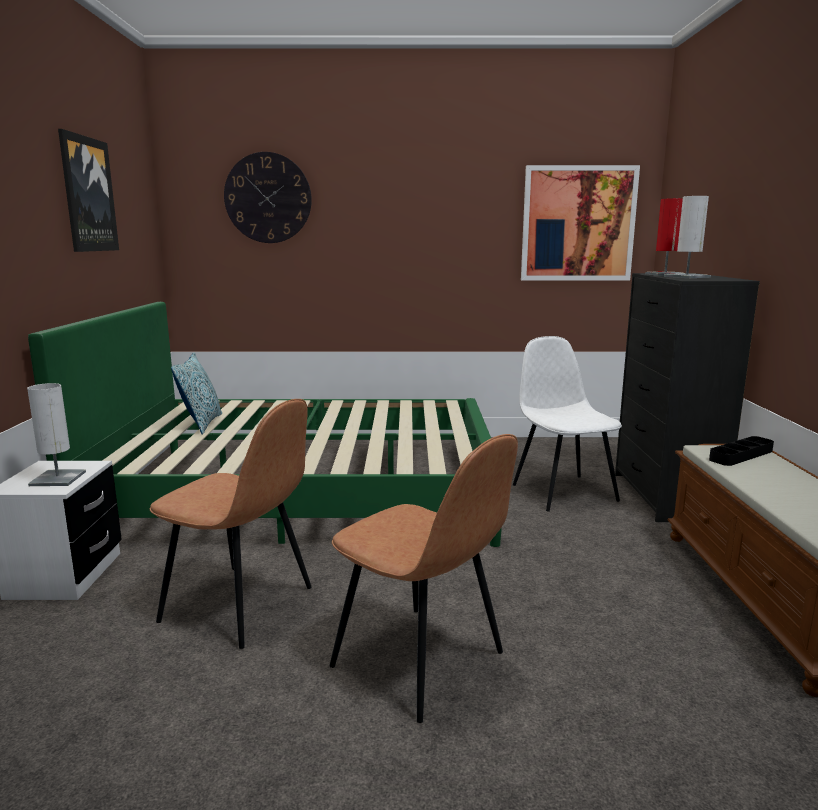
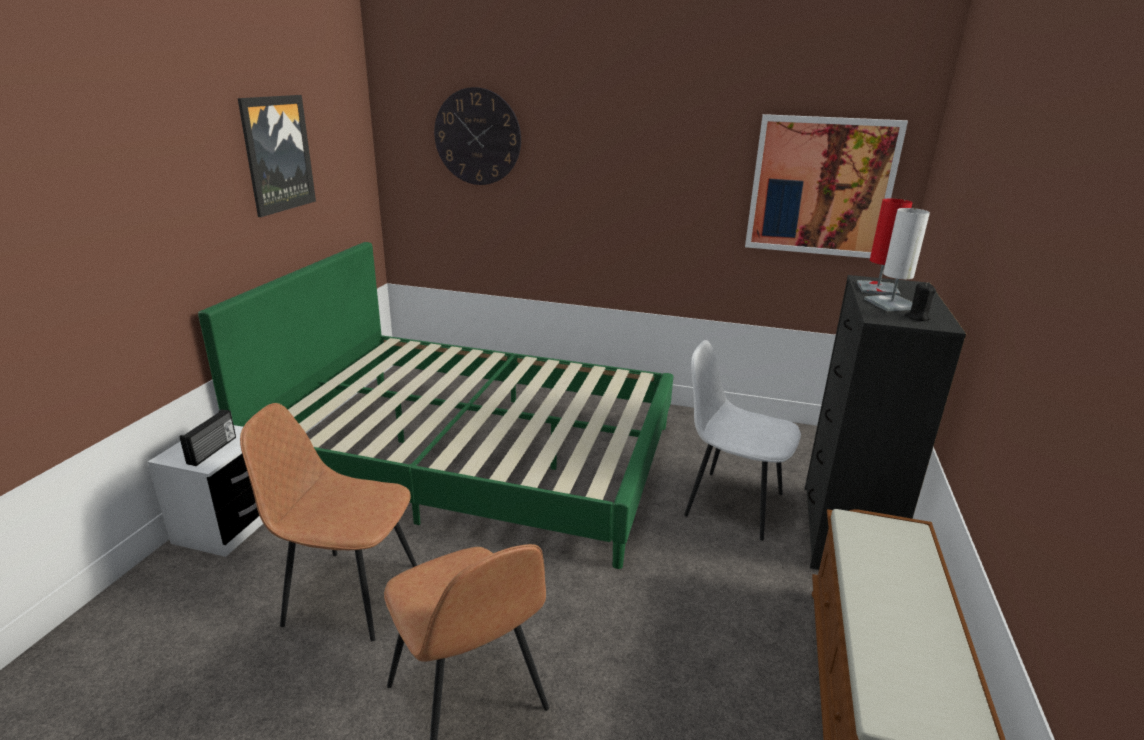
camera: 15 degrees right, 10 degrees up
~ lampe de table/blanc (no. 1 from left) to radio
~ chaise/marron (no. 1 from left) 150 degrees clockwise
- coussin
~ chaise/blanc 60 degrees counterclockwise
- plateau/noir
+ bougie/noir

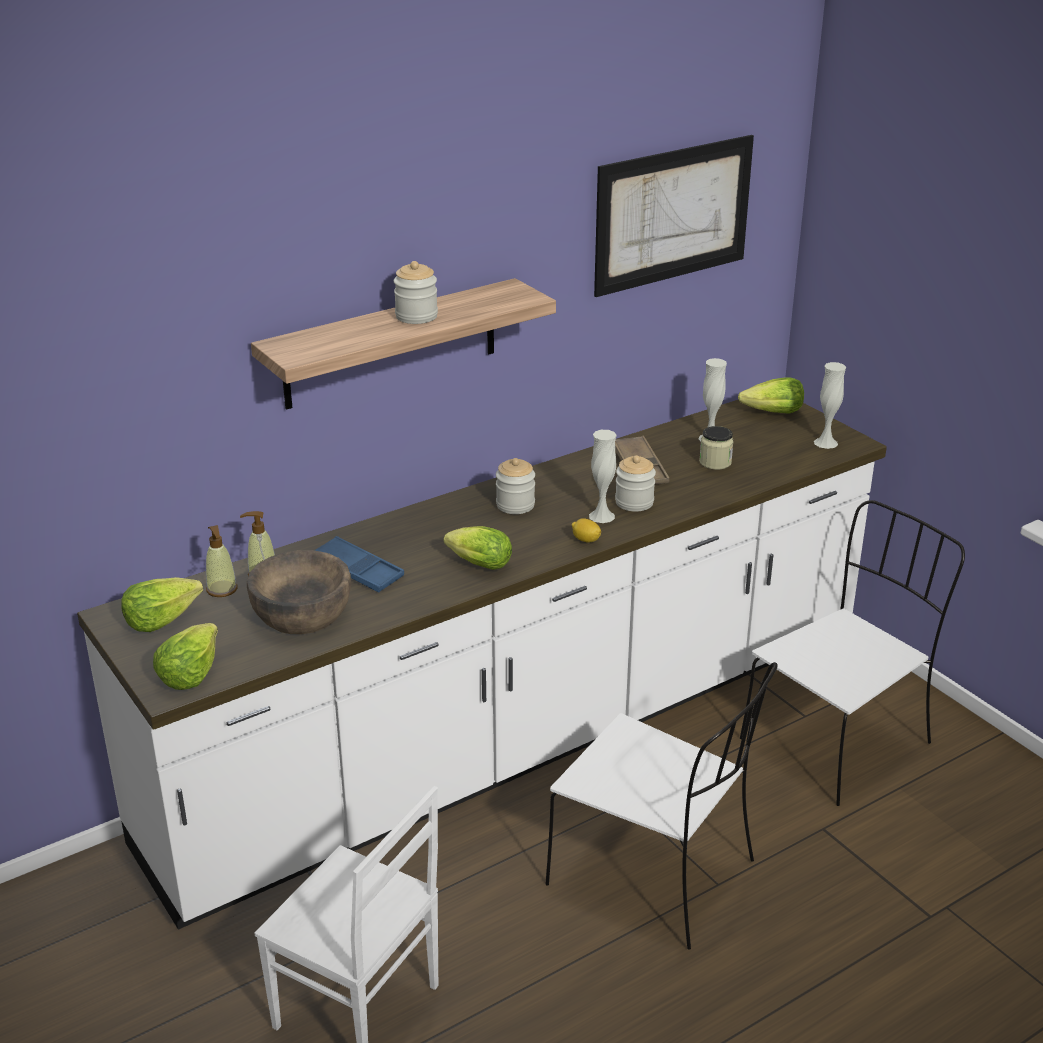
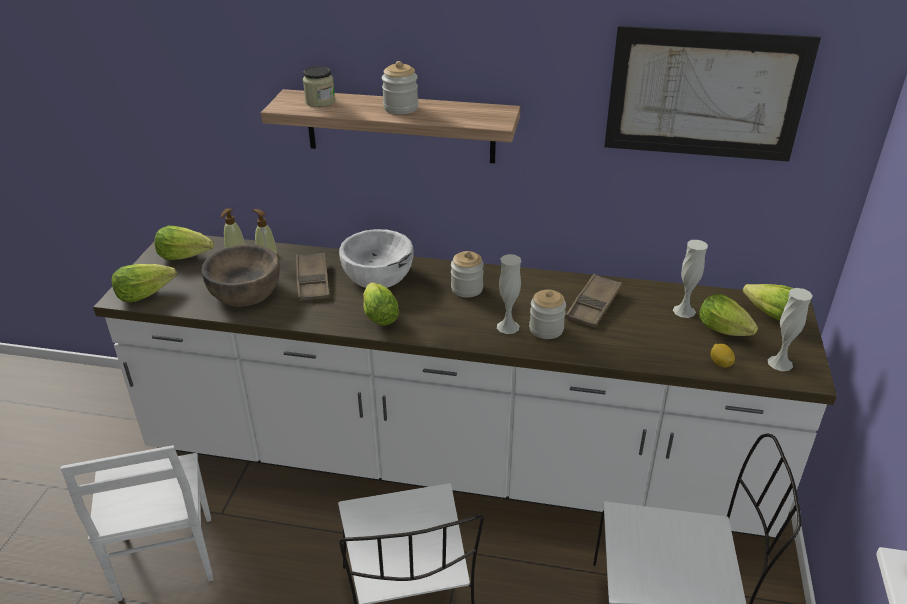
camera: 45 degrees right, 5 degrees up
~ plateau/bleu to plateau/marron (no. 1 from left)
~ citron
~ bocal (no. 4 from left in the first image) to bocal (no. 1 from left)
+ bol/blanc
+ laitue (no. 4 from left)

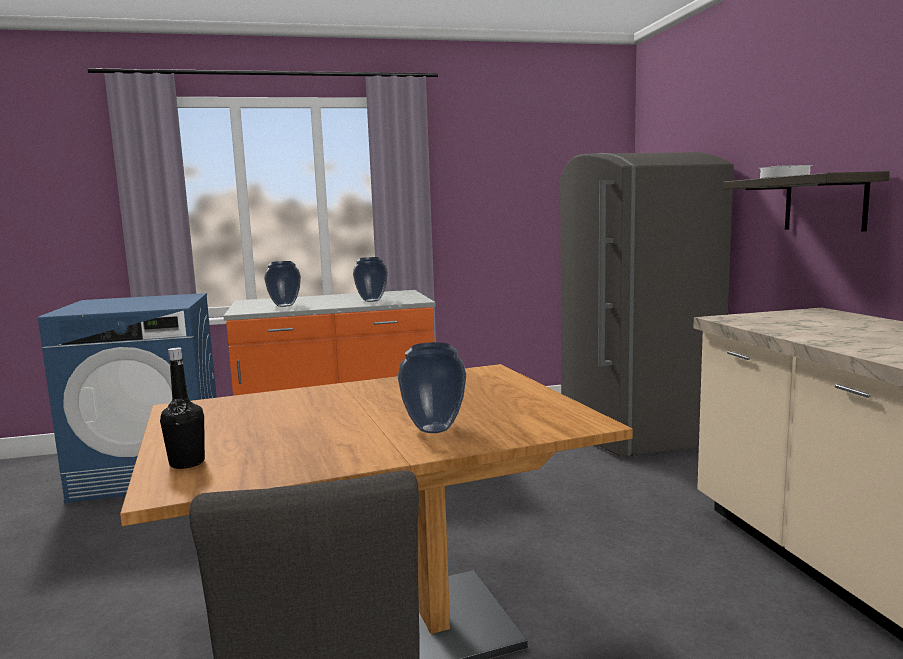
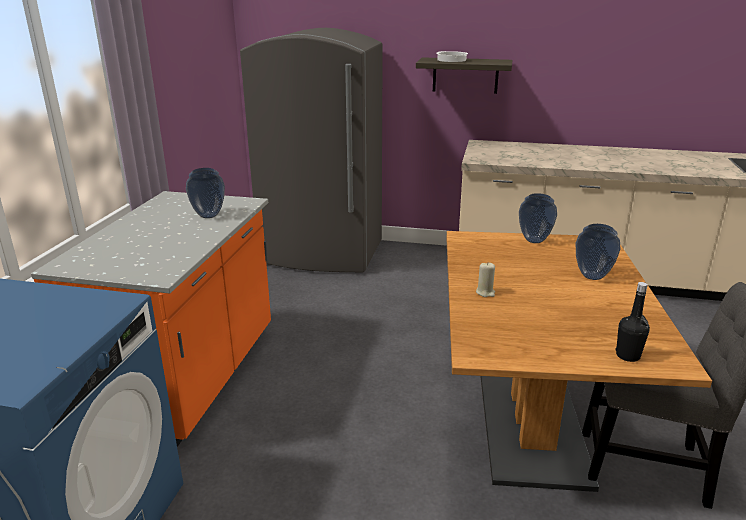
camera: 65 degrees left, 15 degrees up
~ vase (no. 1 from left in the first image) to vase (no. 2 from left)
+ bougie/beige

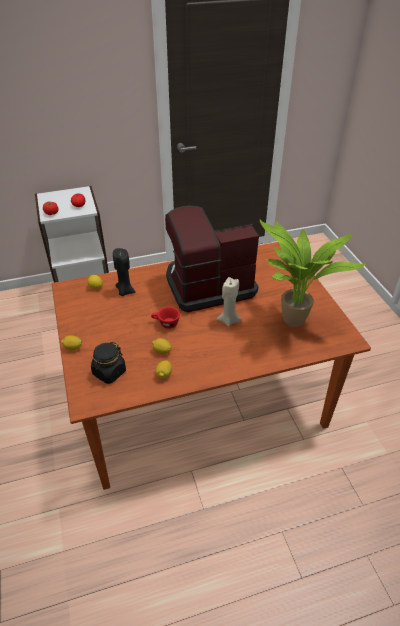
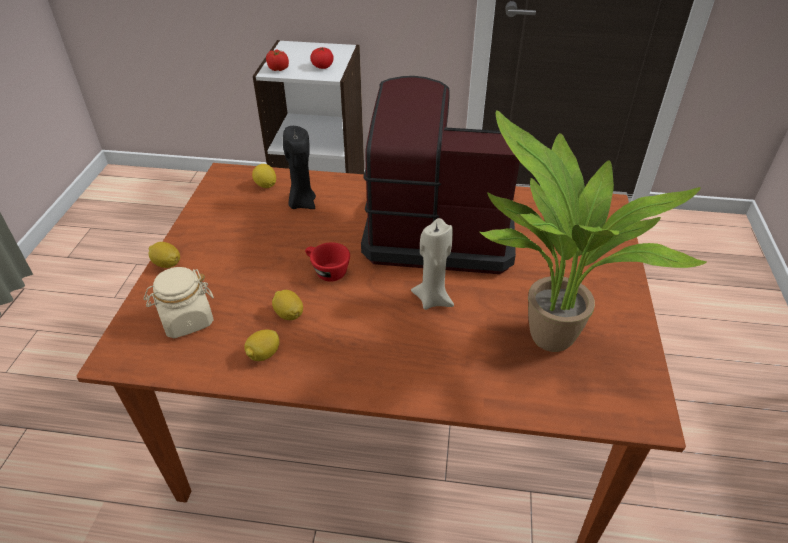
camera: 25 degrees right, 0 degrees up
~ bocal/noir to bocal/beige

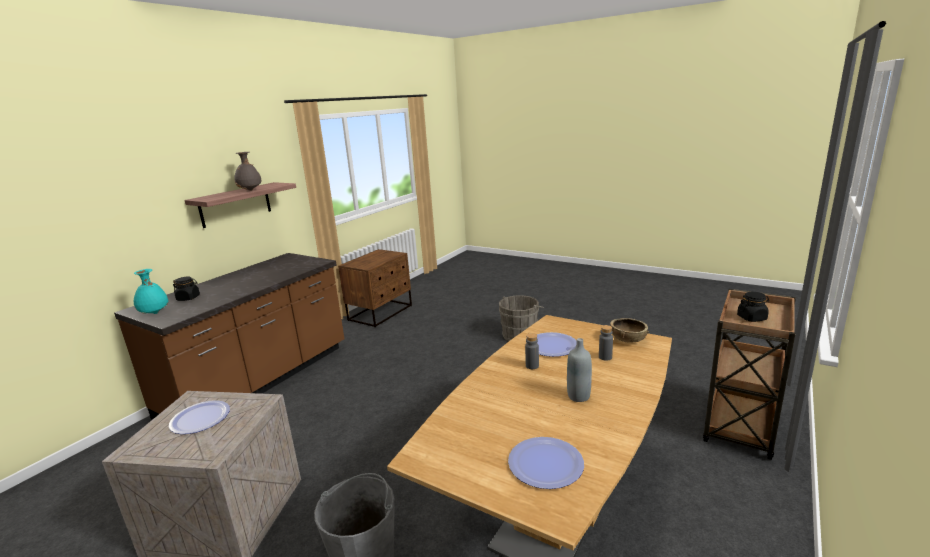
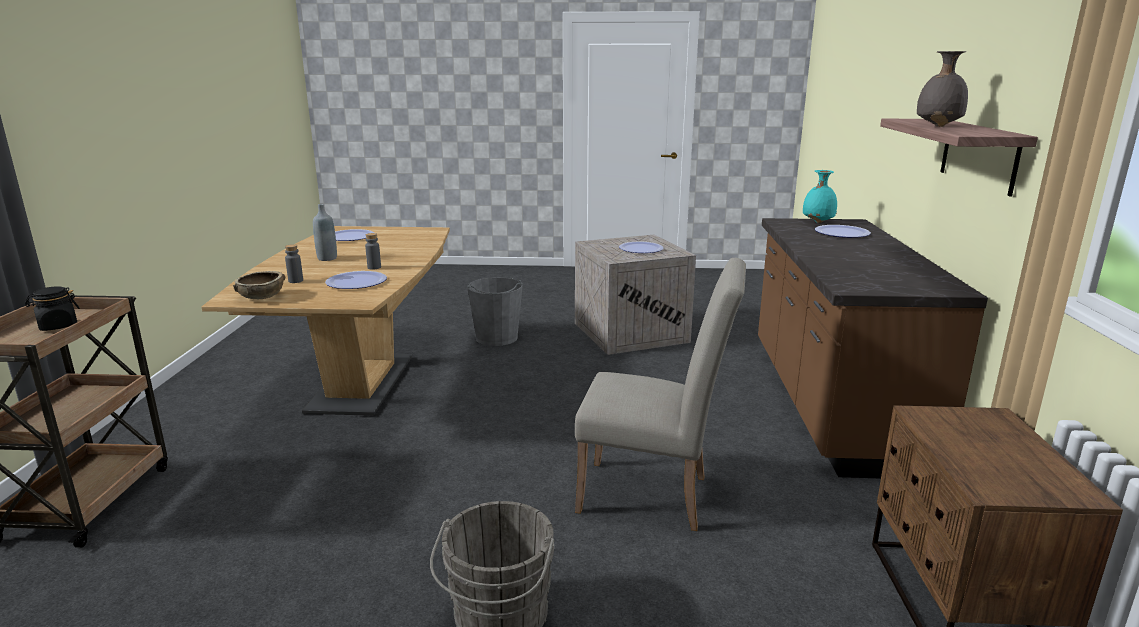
camera: 150 degrees right, 0 degrees up
~ bocal/noir (no. 1 from left) to assiette (no. 4 from left)
+ chaise/beige

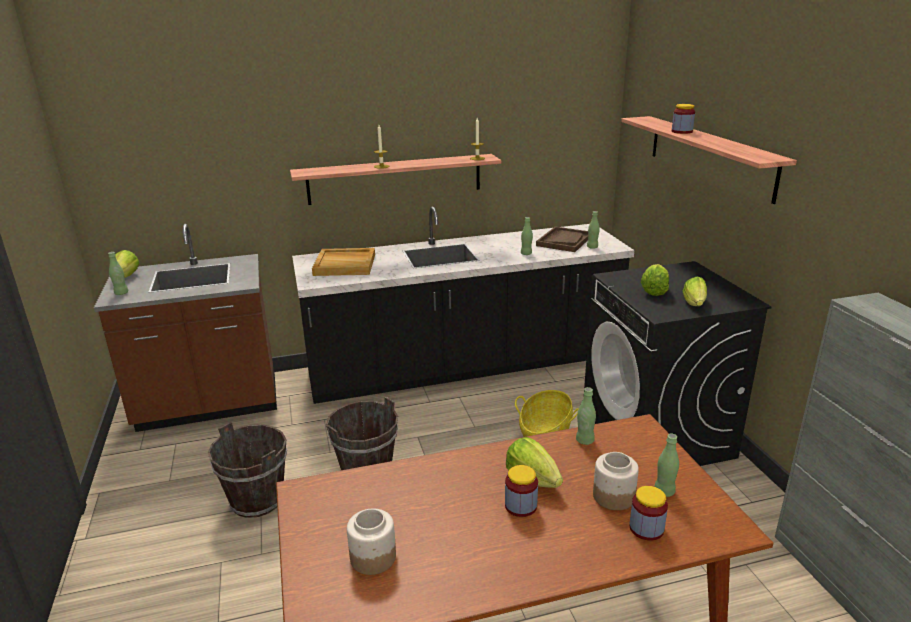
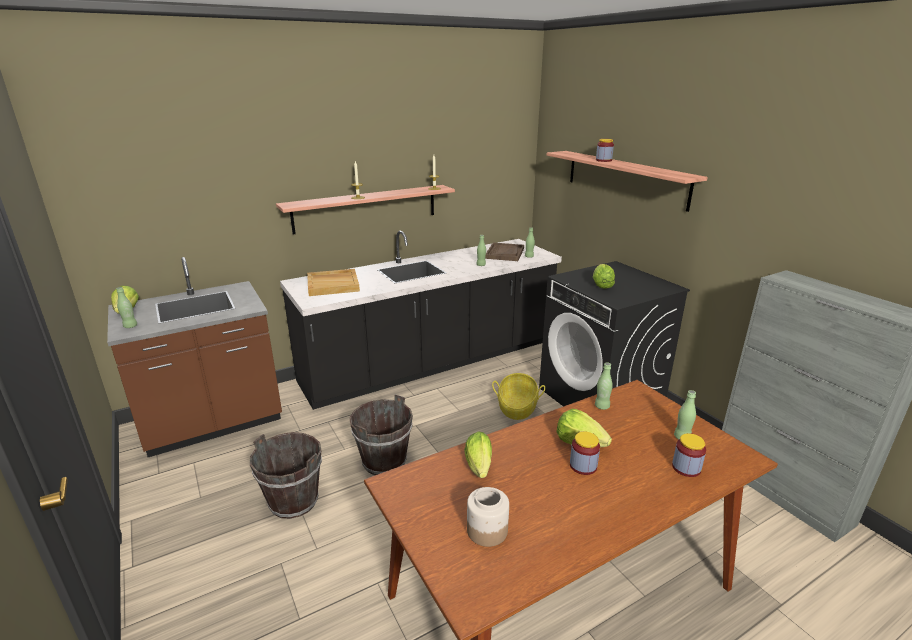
camera: 15 degrees left, 0 degrees up
- bocal (no. 3 from left)
~ laitue (no. 4 from left in the first image) to laitue (no. 2 from left)

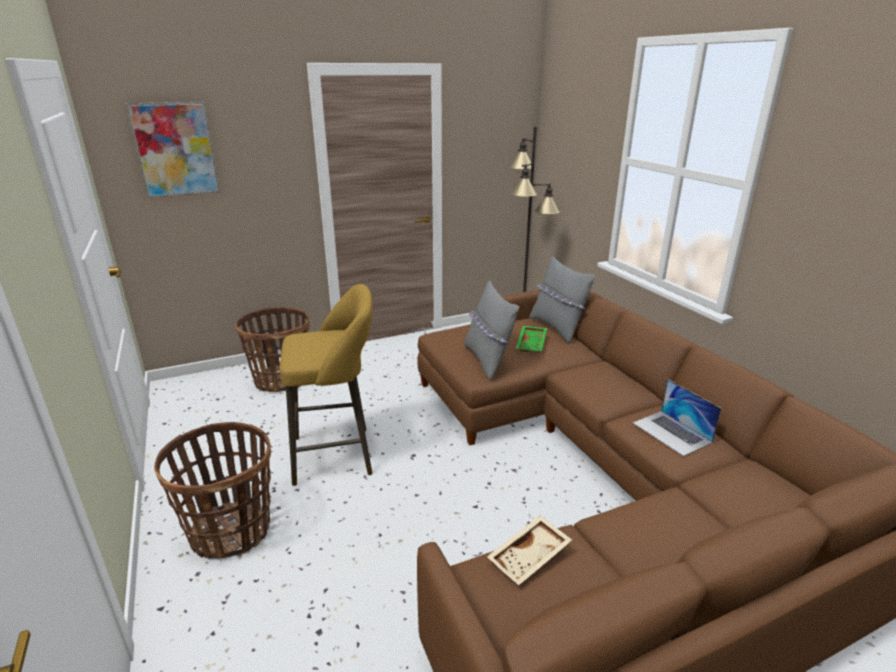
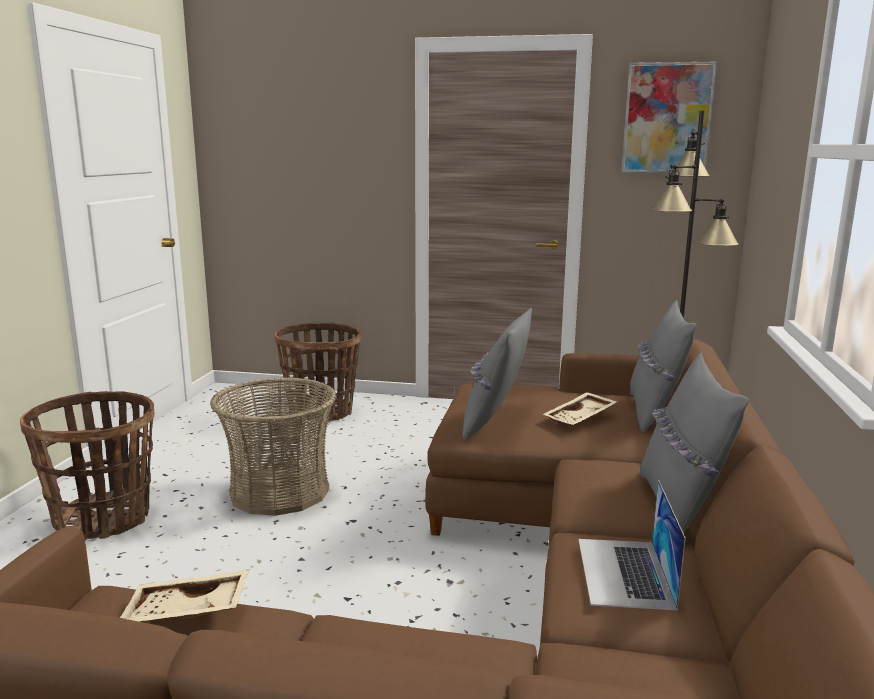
camera: 35 degrees right, 10 degrees down
~ tableau
~ tabouret/jaune to panier (no. 2 from left)
~ plateau/vert to plateau/beige (no. 2 from left)
+ coussin/gris (no. 3 from left)

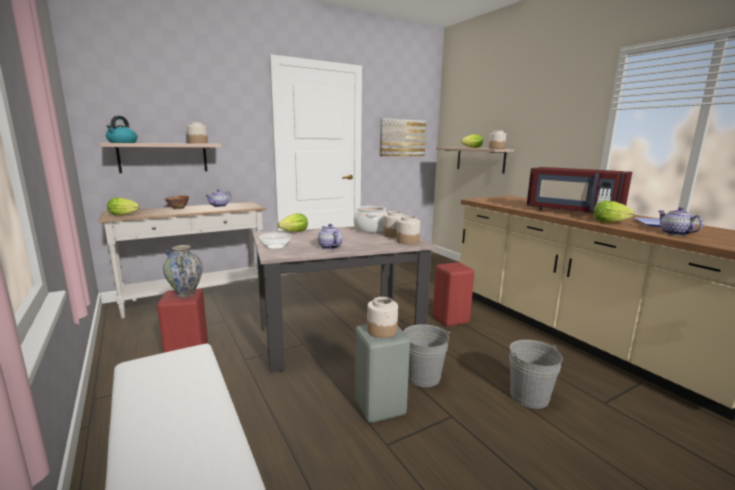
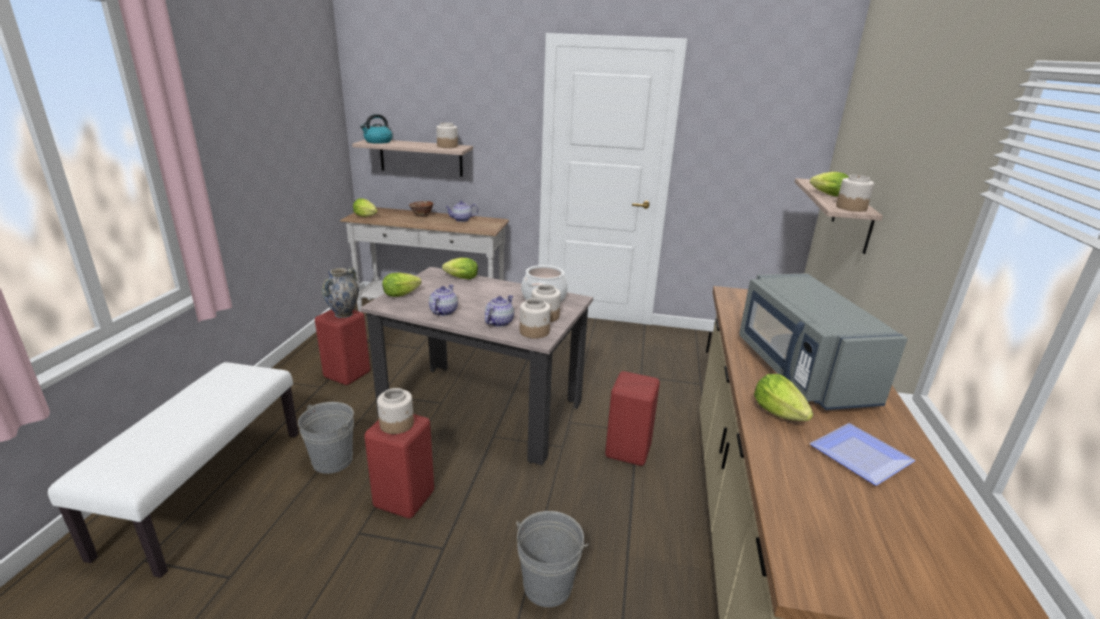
camera: 40 degrees right, 10 degrees up
~ bol (no. 2 from left) to laitue (no. 2 from left)
~ tabouret/gris to tabouret/rouge (no. 2 from left)
- tableau
~ seau/gris (no. 1 from left)
~ micro-ondes/rouge to micro-ondes/gris
~ théière (no. 3 from left)

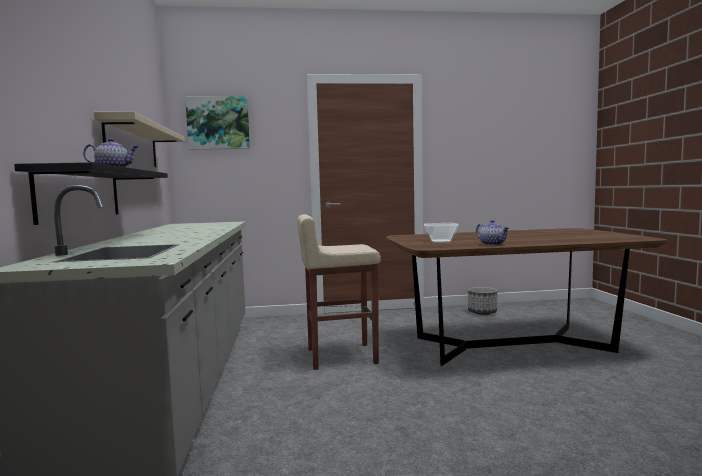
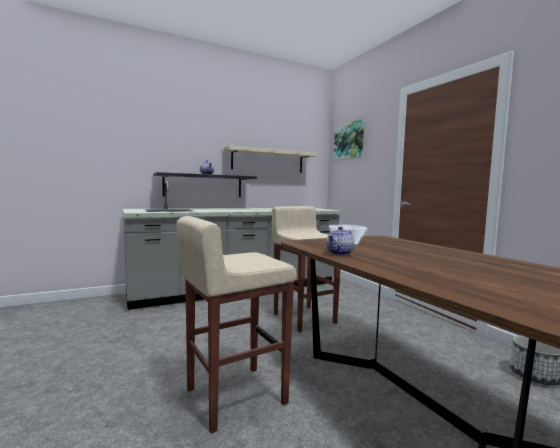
camera: 70 degrees right, 0 degrees up
+ tabouret/beige (no. 1 from left)

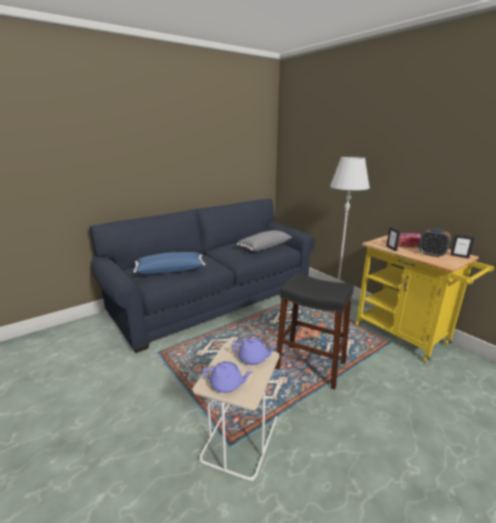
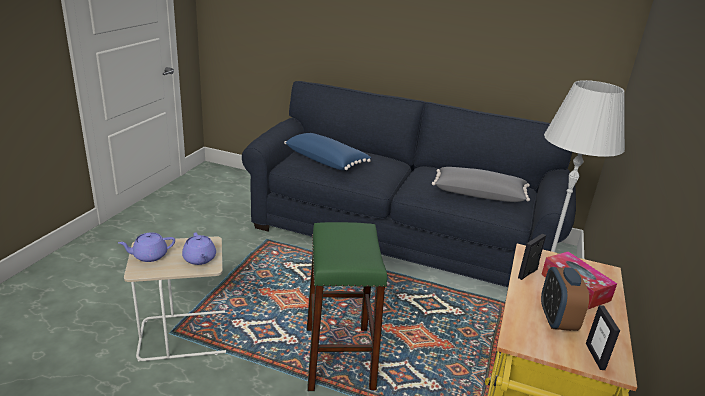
camera: 55 degrees right, 5 degrees up
~ théière/violet (no. 1 from left) 90 degrees clockwise
~ tabouret/noir to tabouret/vert

